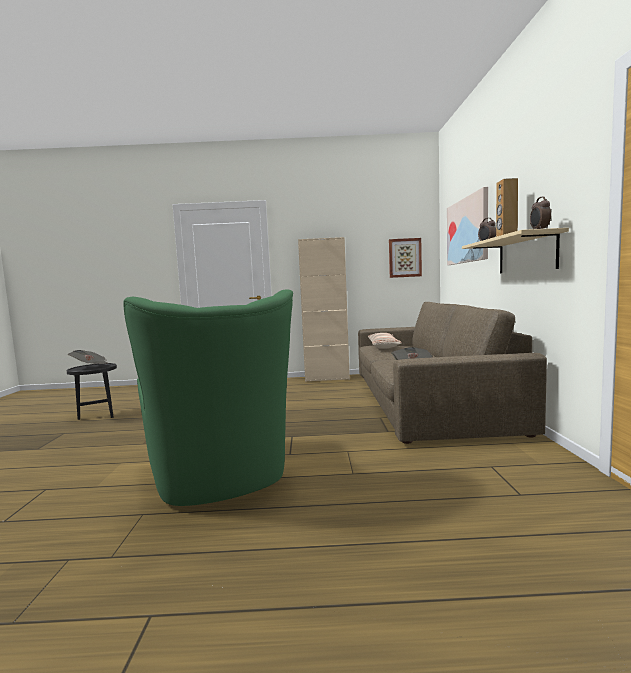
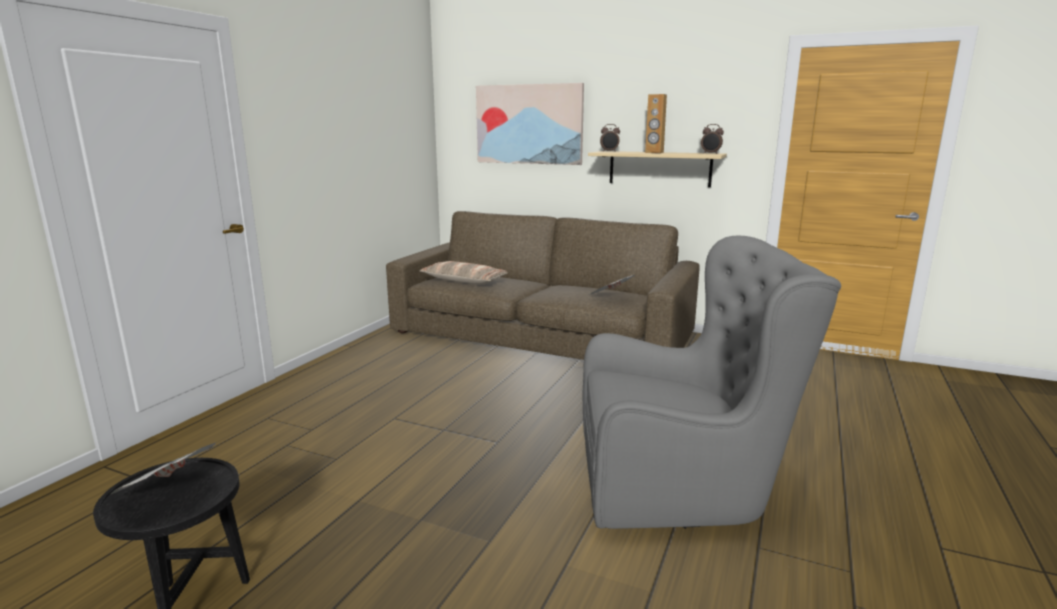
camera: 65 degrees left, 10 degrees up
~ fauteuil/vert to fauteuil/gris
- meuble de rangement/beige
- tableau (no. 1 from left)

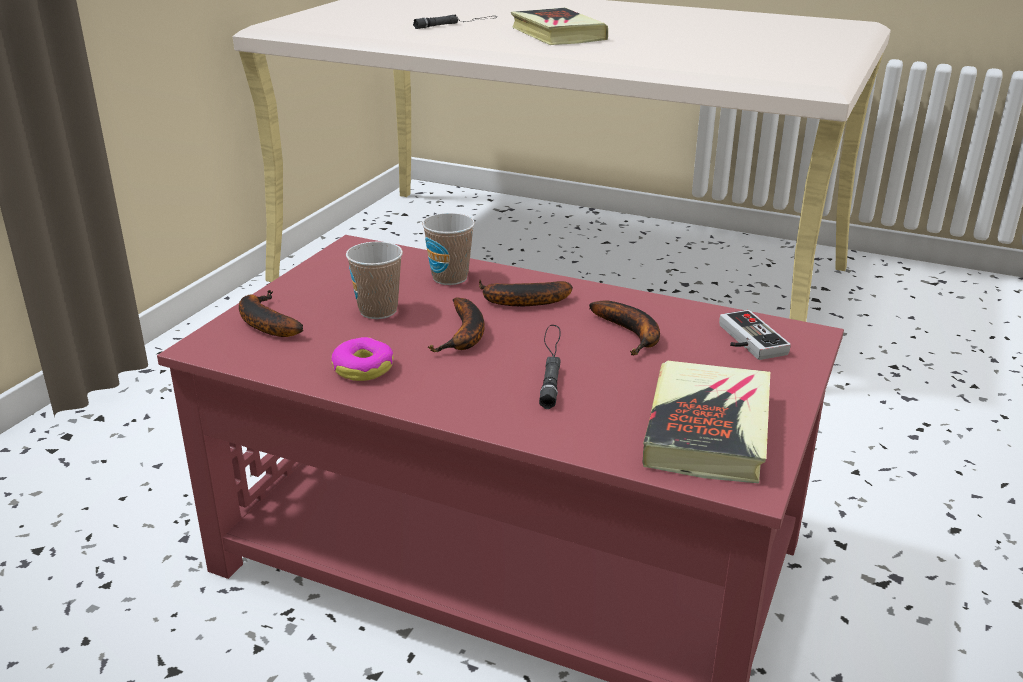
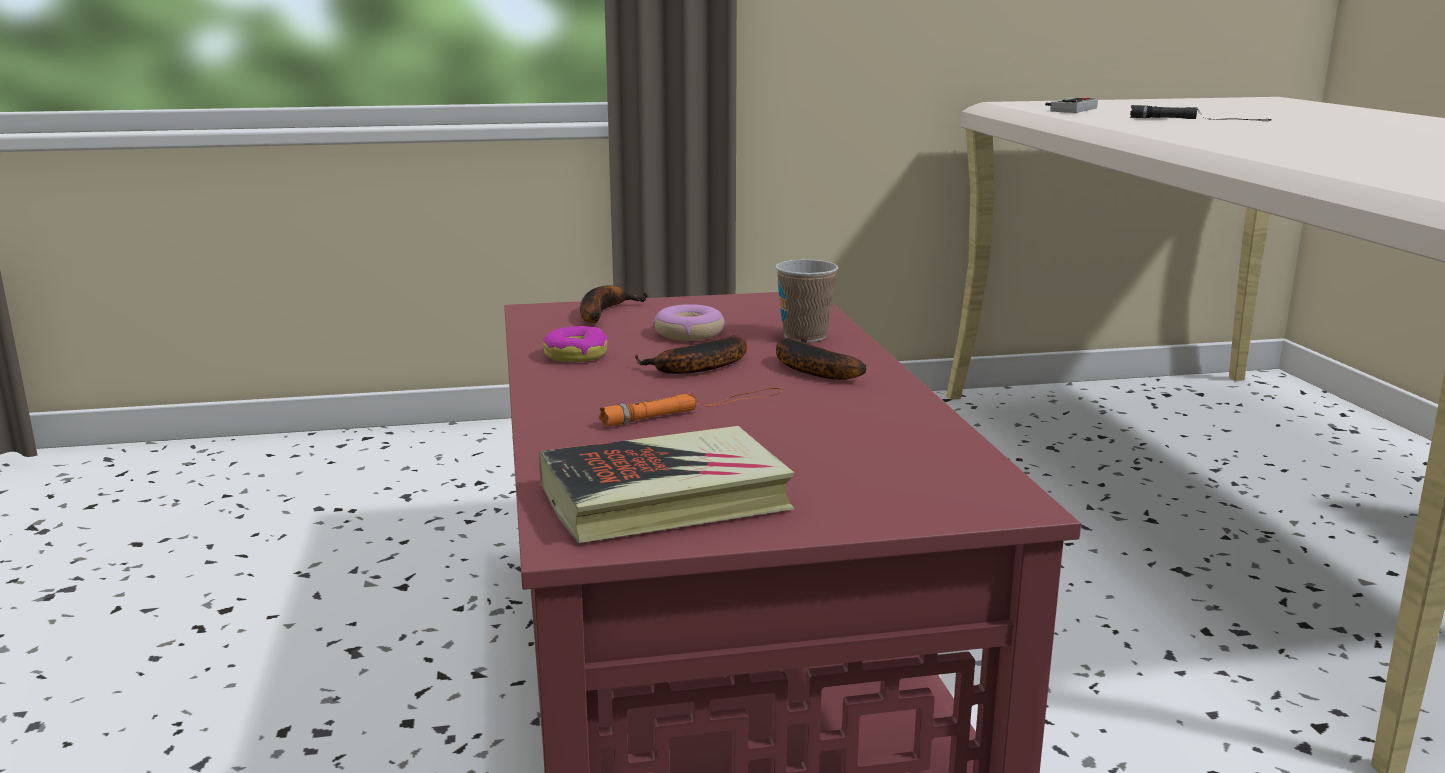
camera: 55 degrees right, 10 degrees down
~ tasse (no. 1 from left) to beignet (no. 2 from left)
- livre (no. 1 from left)
~ lampe de poche/noir (no. 2 from left) to lampe de poche/orange
- banane (no. 4 from left)
~ manette

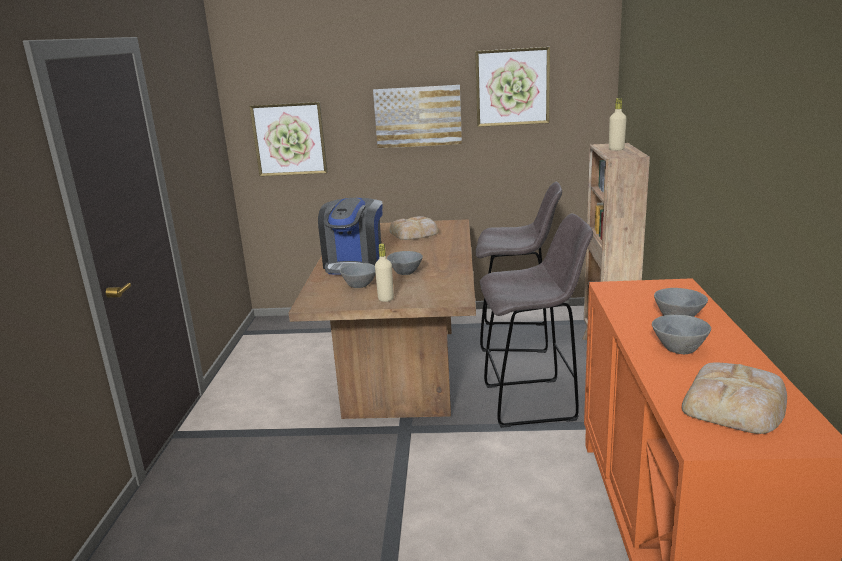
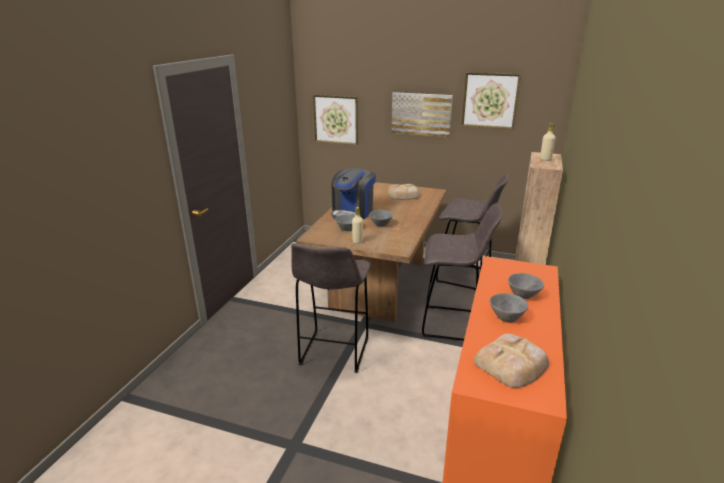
camera: 15 degrees right, 5 degrees up
+ tabouret/gris (no. 1 from left)

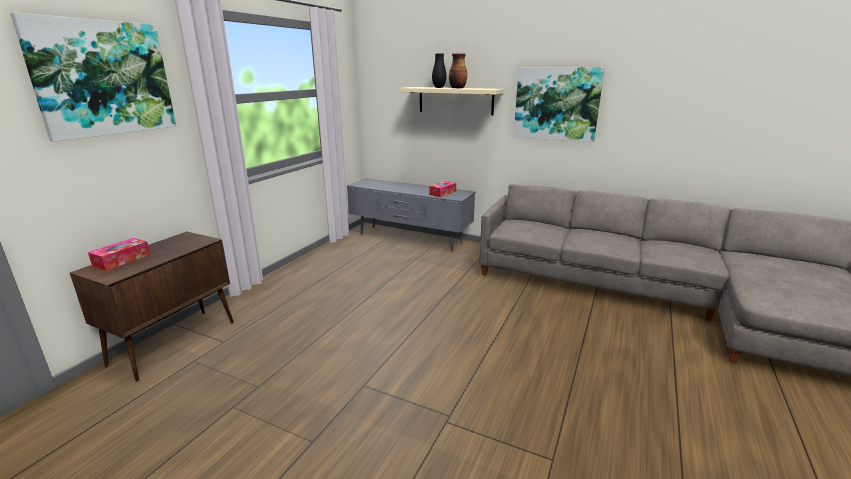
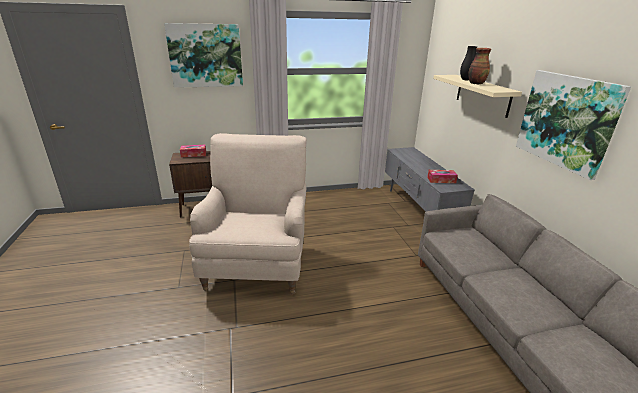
camera: 50 degrees right, 5 degrees up
+ fauteuil/beige

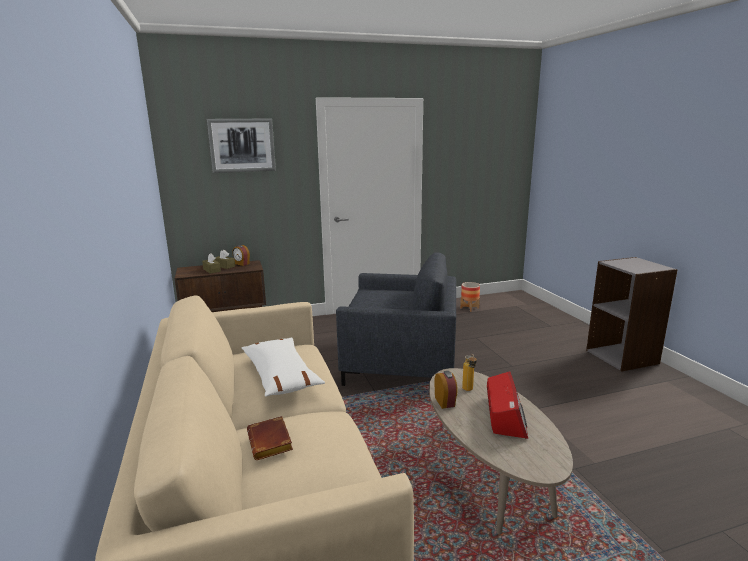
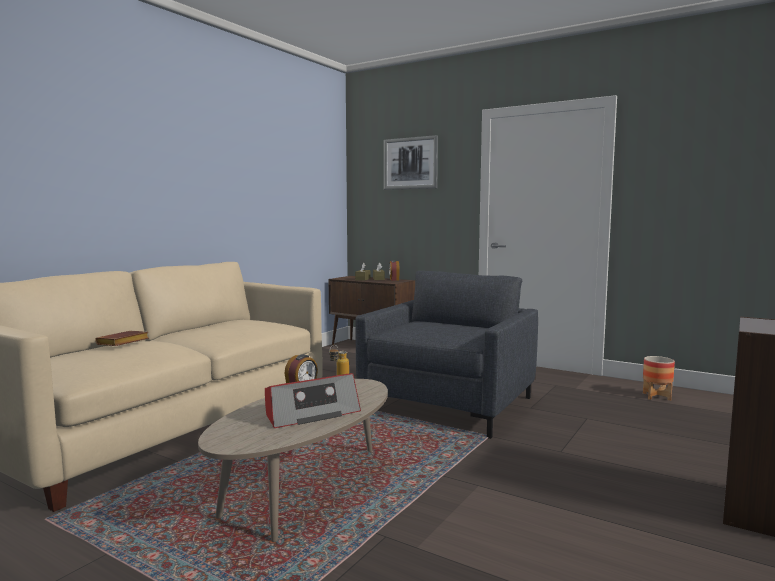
camera: 50 degrees right, 10 degrees down
- coussin/blanc
~ fauteuil/gris 120 degrees counterclockwise

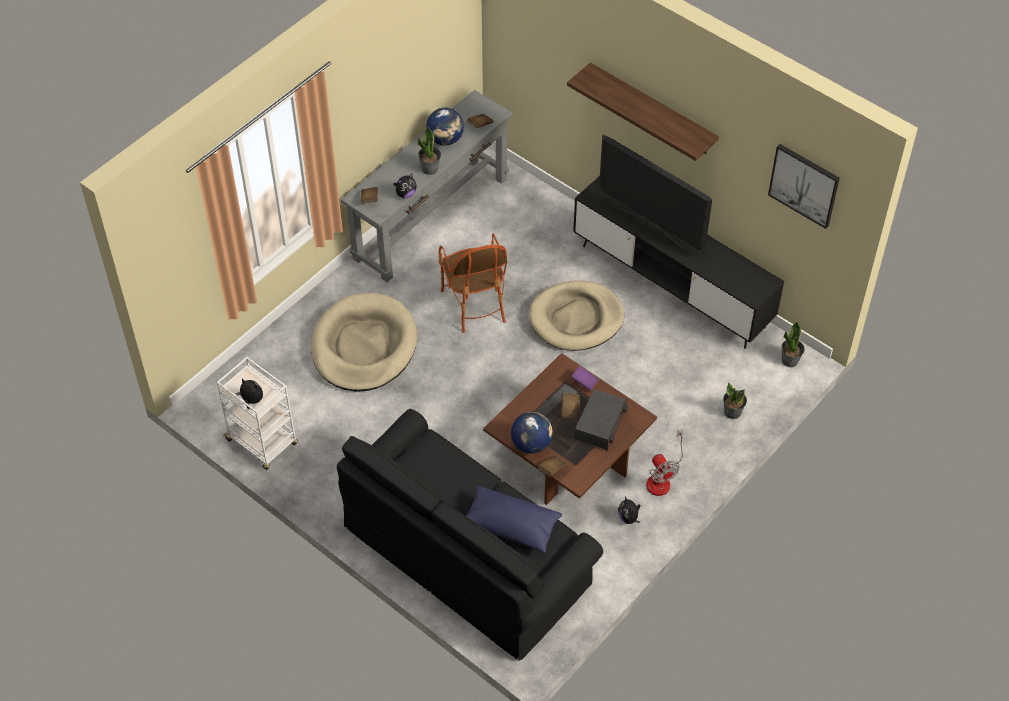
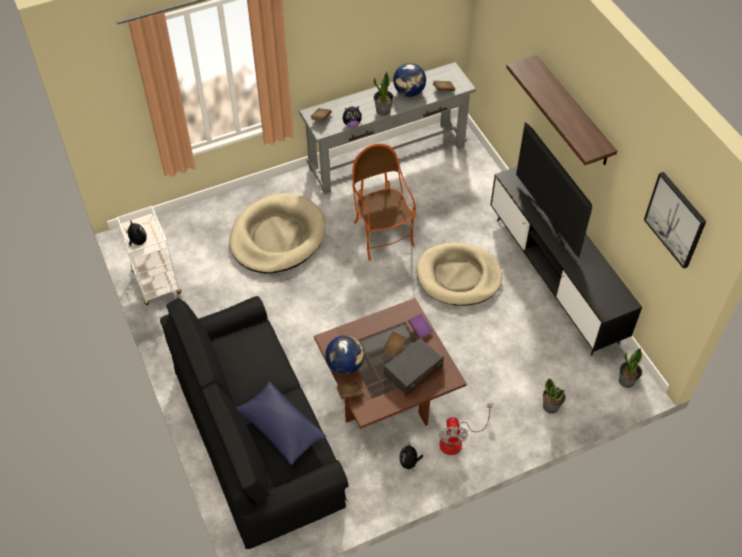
camera: 25 degrees right, 0 degrees up
~ fauteuil 150 degrees clockwise

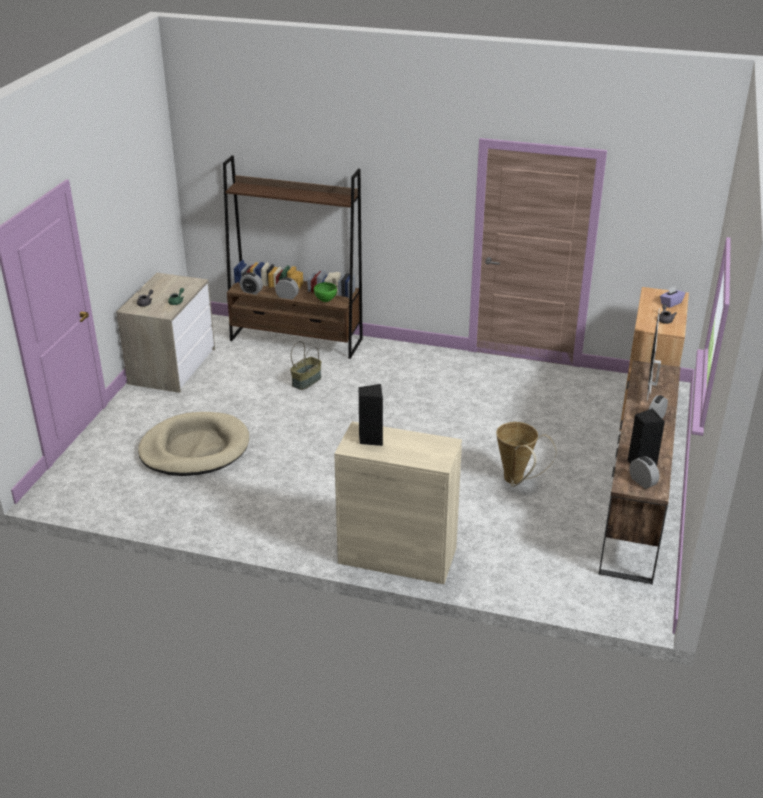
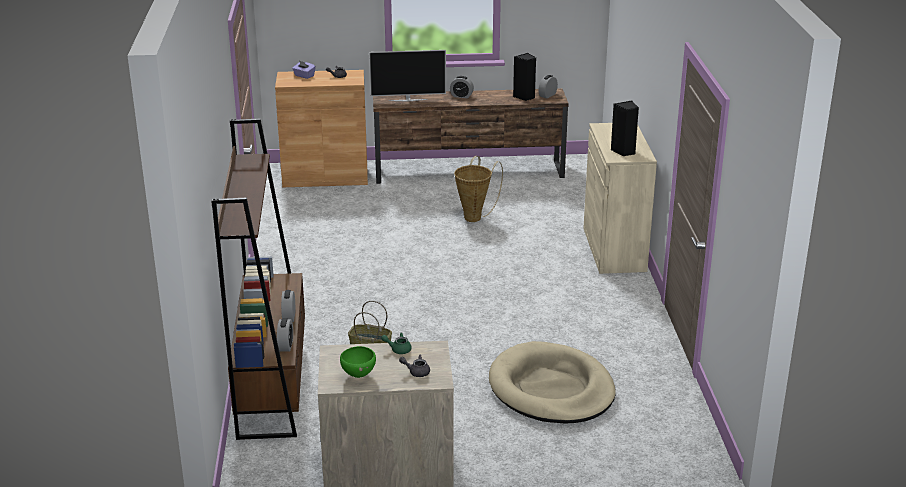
camera: 110 degrees left, 5 degrees down
~ bol/vert

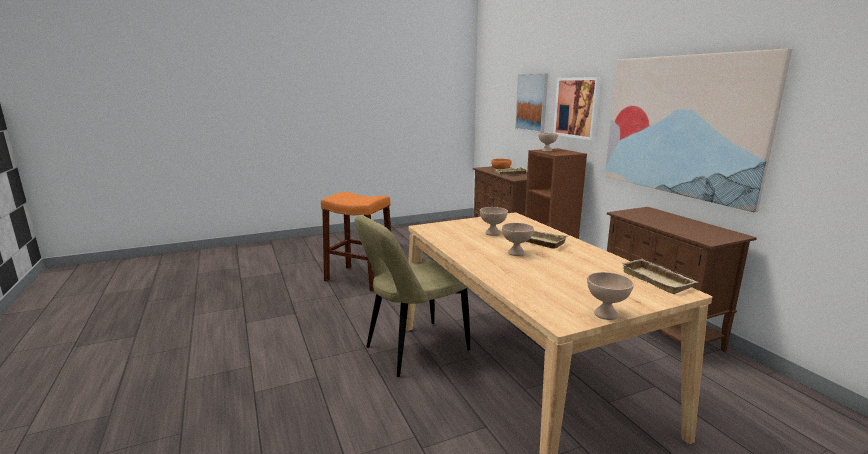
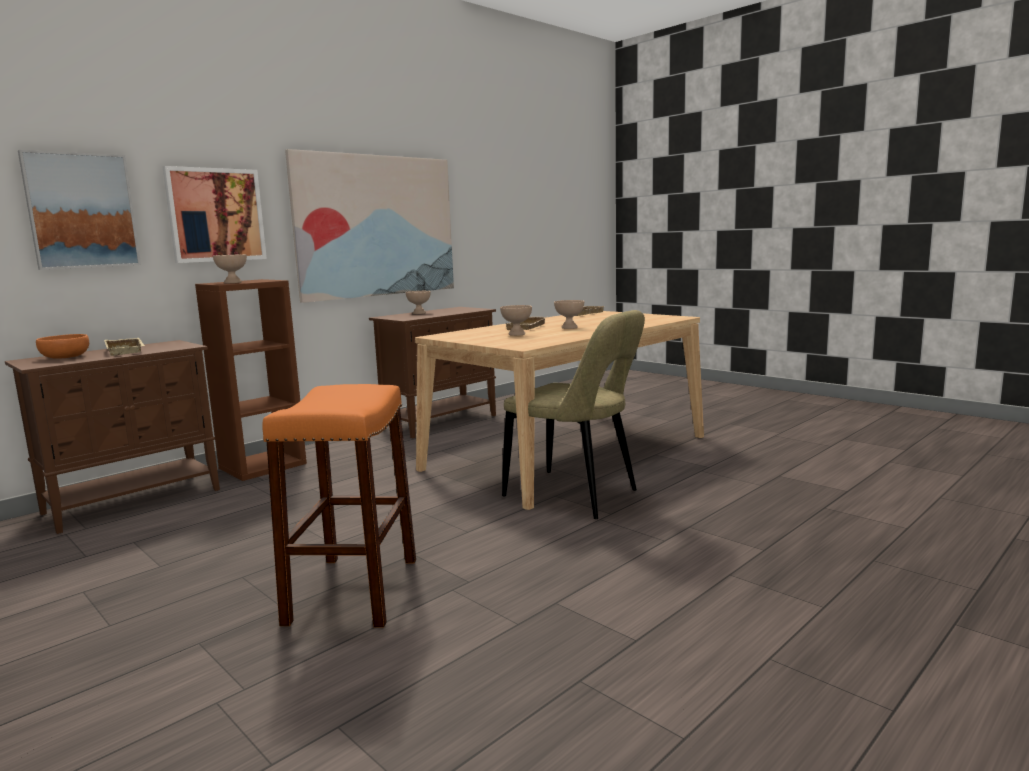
camera: 110 degrees left, 5 degrees down
~ bol/beige (no. 4 from left in the first image) to bol/beige (no. 2 from left)

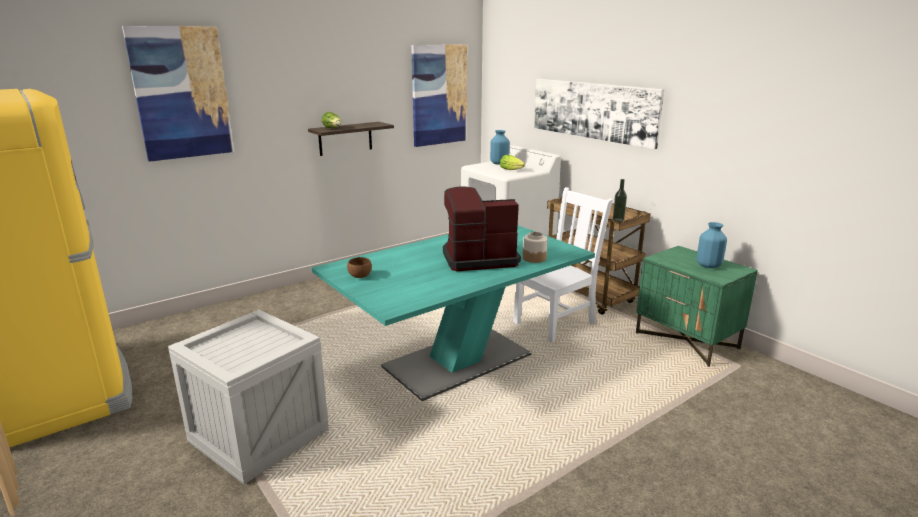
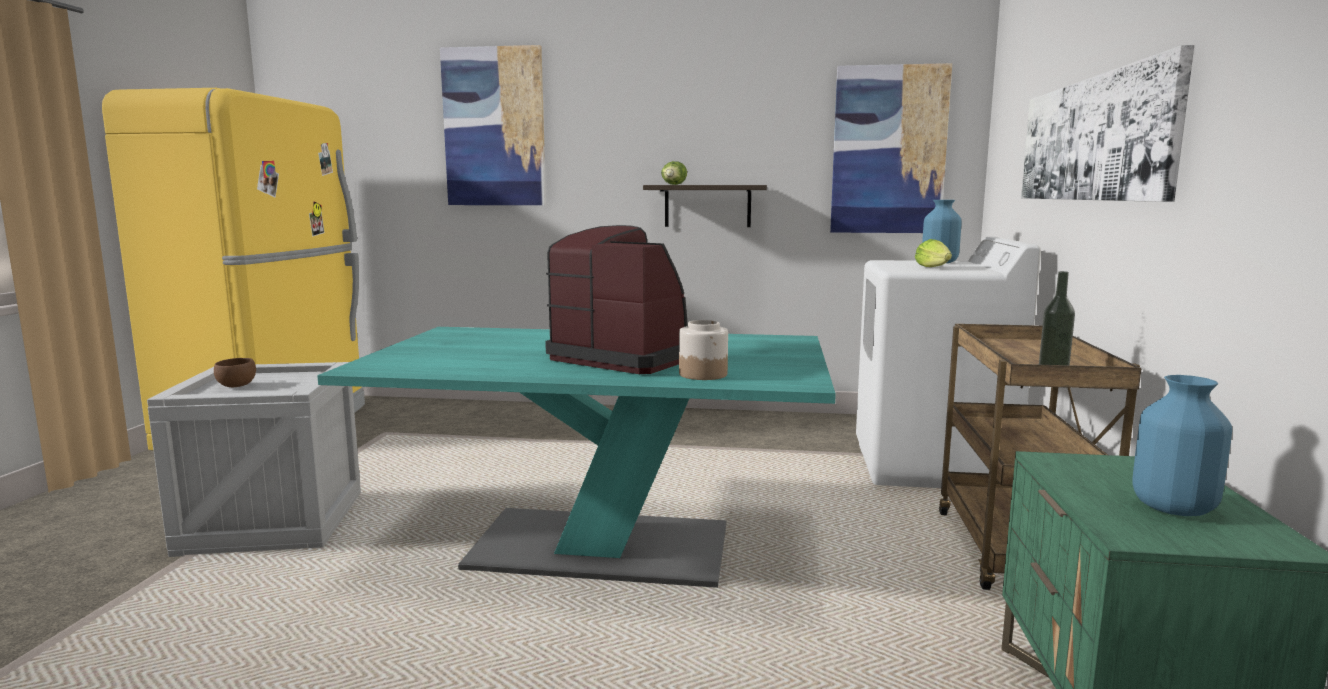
camera: 45 degrees right, 10 degrees down
~ bol/marron
- chaise/blanc

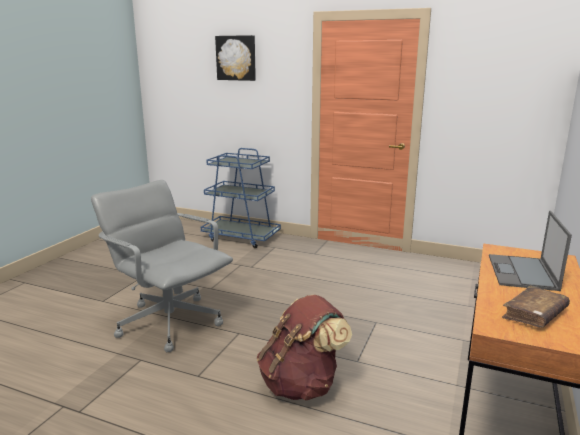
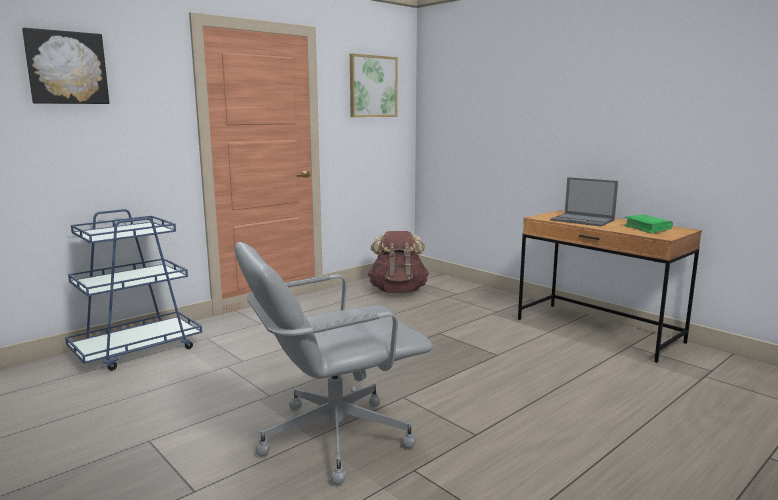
camera: 65 degrees left, 5 degrees down
~ sac à dos/marron
~ livre/marron to livre/vert
+ tableau (no. 2 from left)

